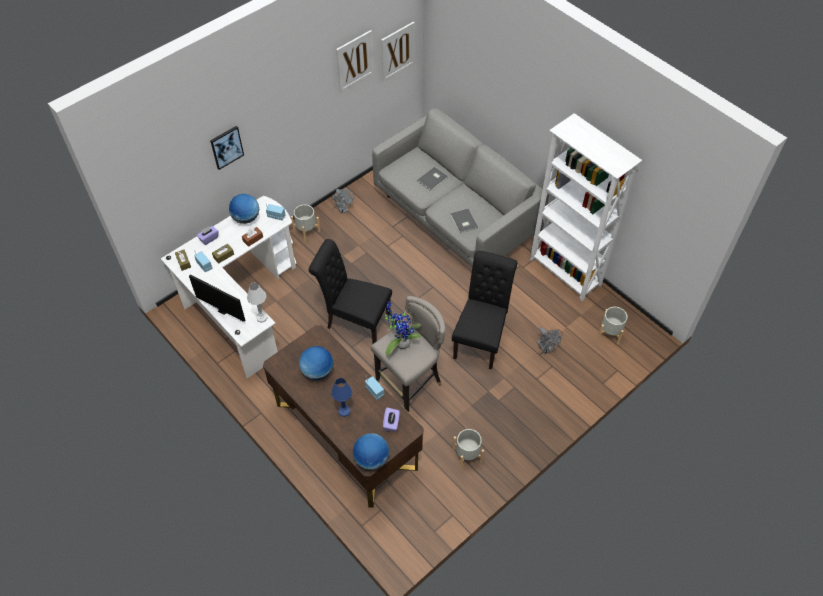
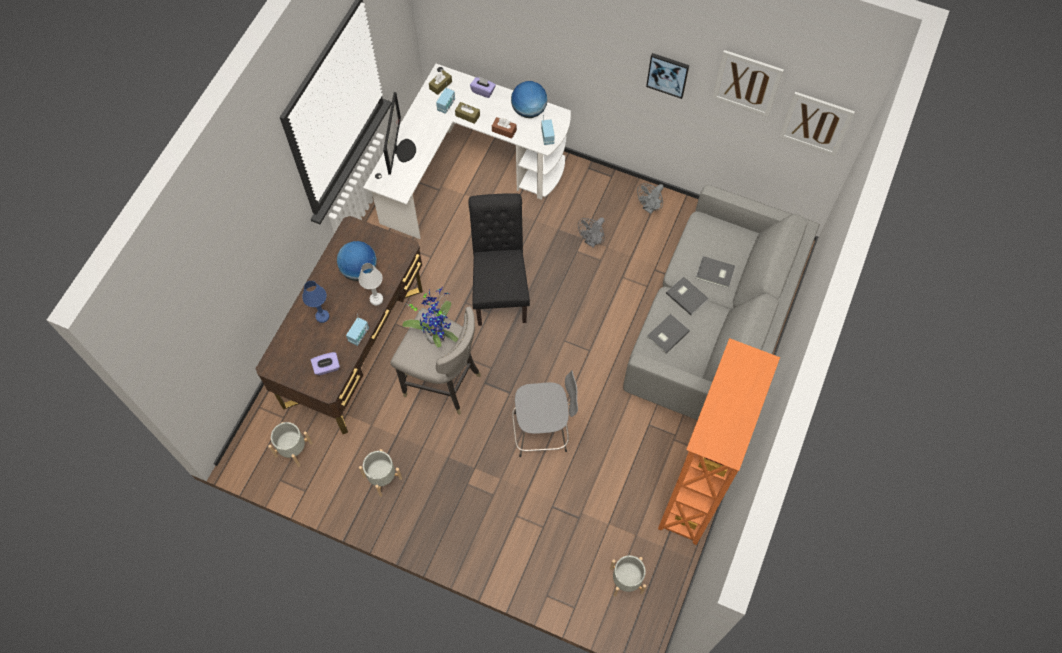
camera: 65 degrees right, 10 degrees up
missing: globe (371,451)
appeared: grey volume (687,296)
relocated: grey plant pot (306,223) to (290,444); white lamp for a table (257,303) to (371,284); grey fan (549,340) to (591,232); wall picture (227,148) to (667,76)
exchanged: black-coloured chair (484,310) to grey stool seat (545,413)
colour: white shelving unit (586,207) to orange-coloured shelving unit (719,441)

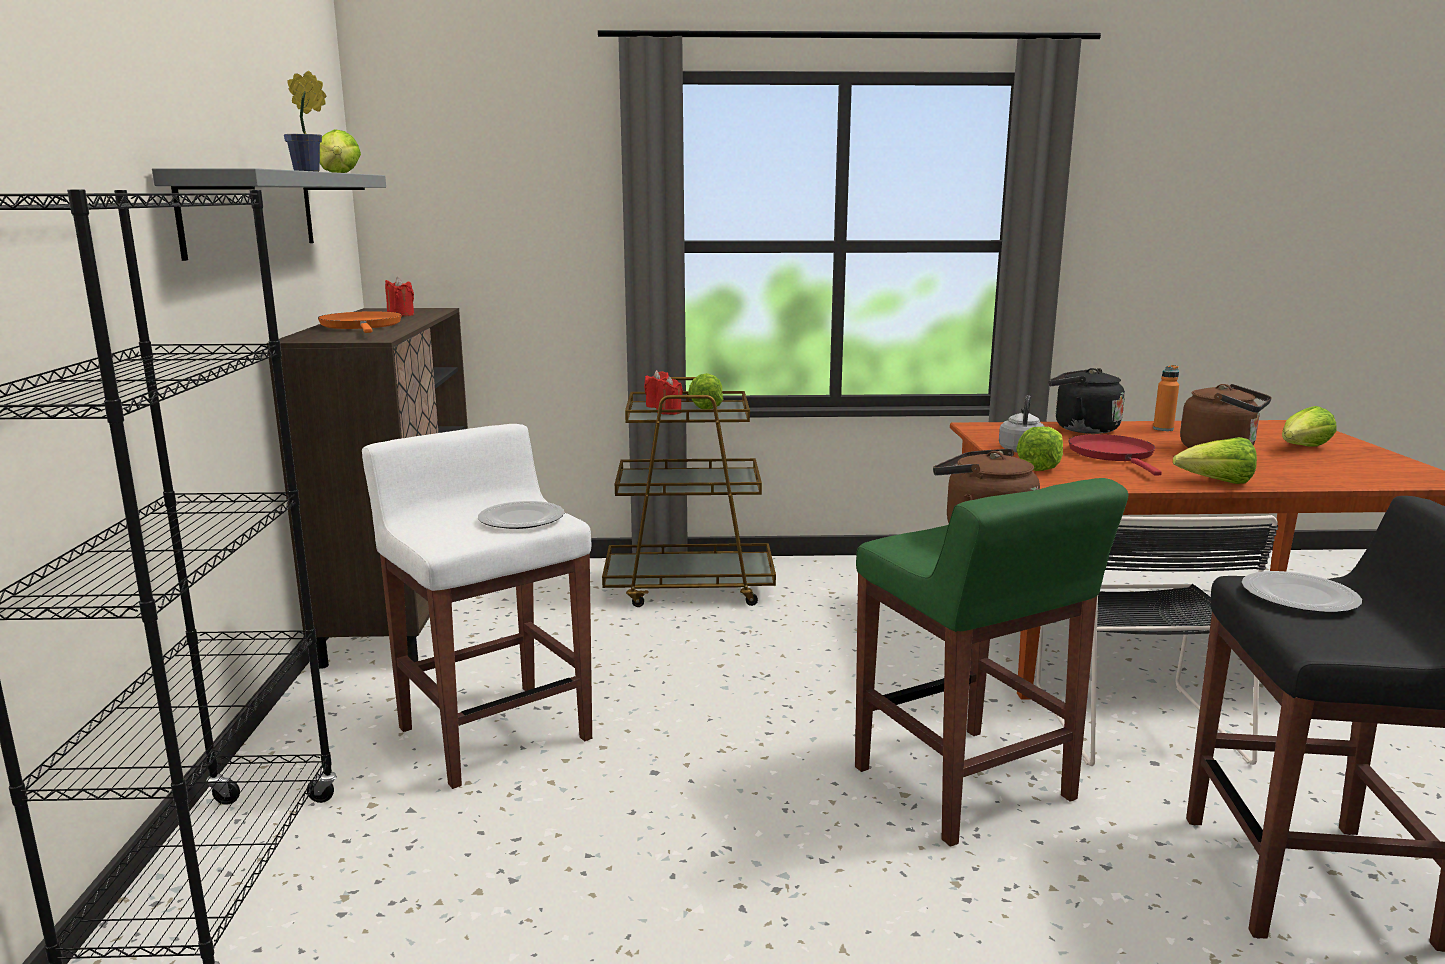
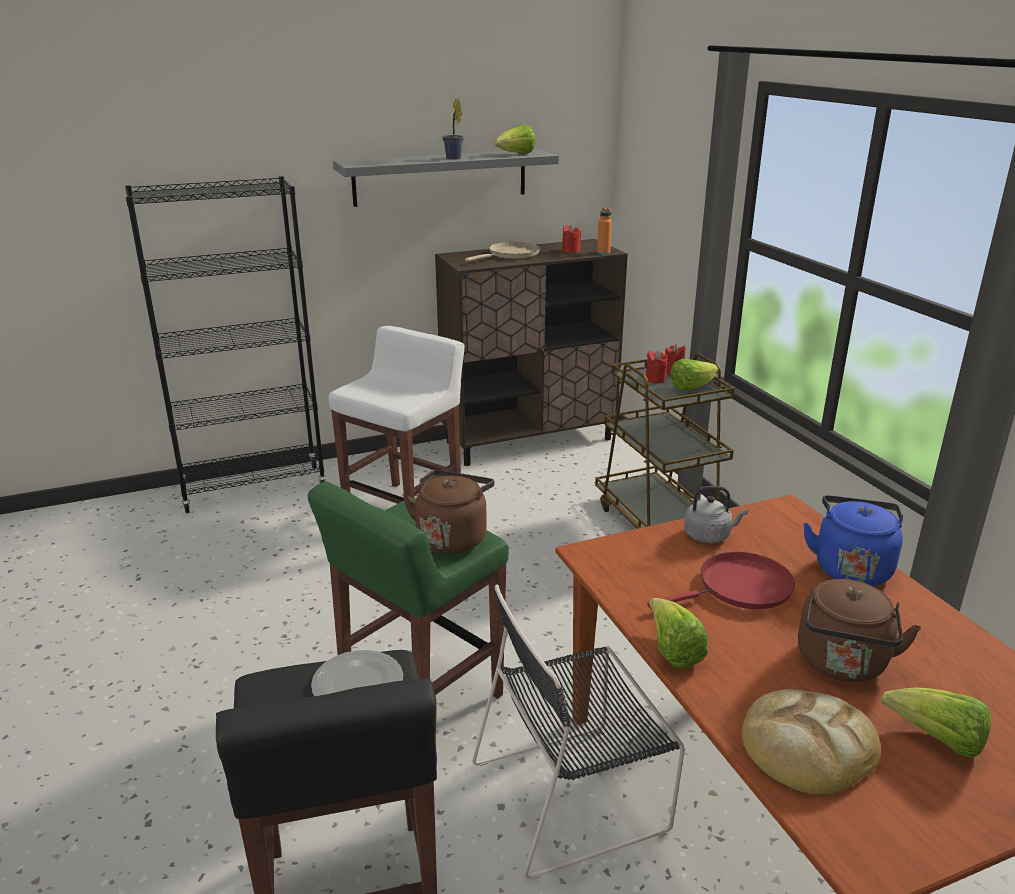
camera: 70 degrees right, 10 degrees up
missing: plate (521,515); head of lettuce (1039,449)
appeared: bakery bread (811,741)
relocated: orange-coloured bottle (1166,398) to (604,230)
colour: orange-coloured pan (360,322) to sand-coloured pan (502,252); black-coloured tea kettle (1087,401) to blue-coloured tea kettle (853,540)

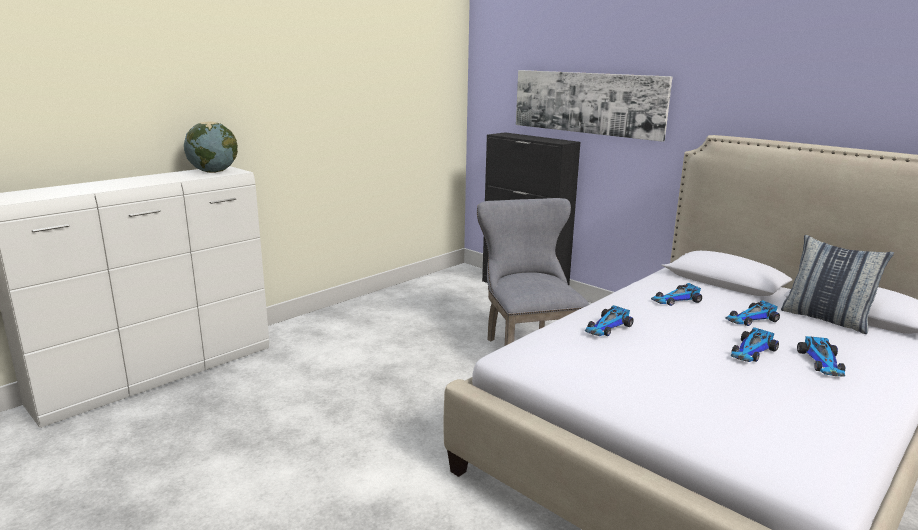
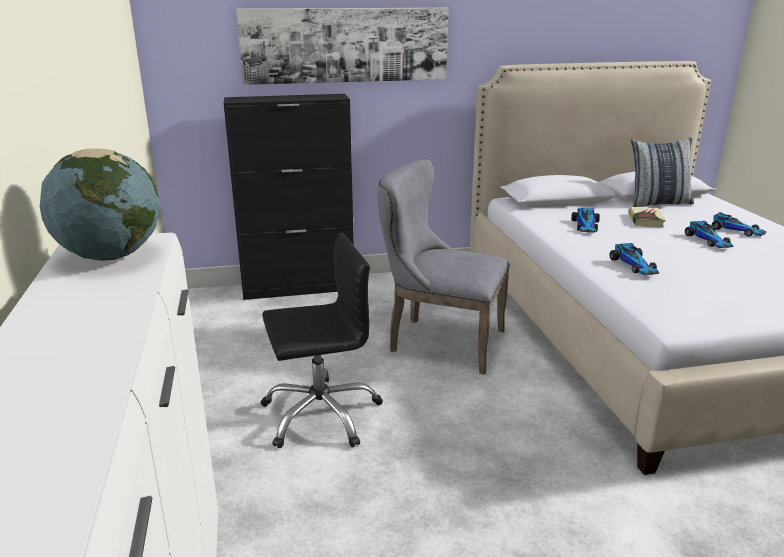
camera: 55 degrees left, 5 degrees up
appeared: black-coloured desk chair (322,340)
exchanged: toy car (752,313) to volume (647,217)

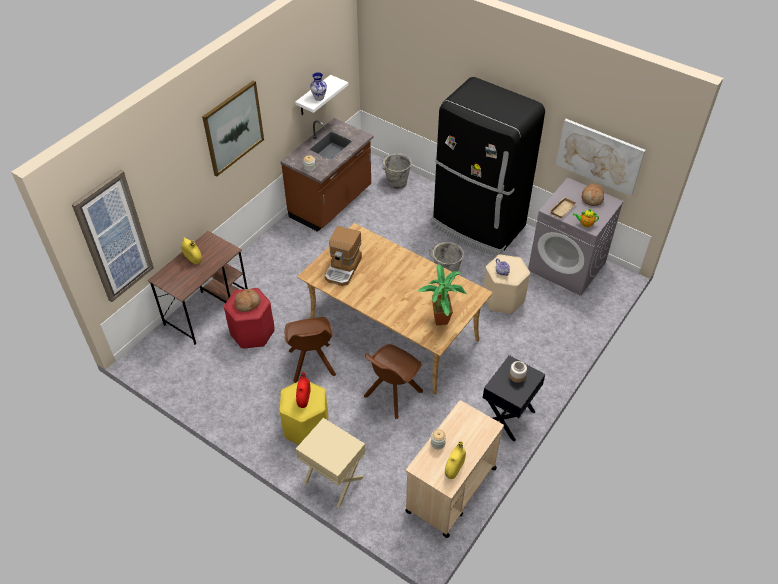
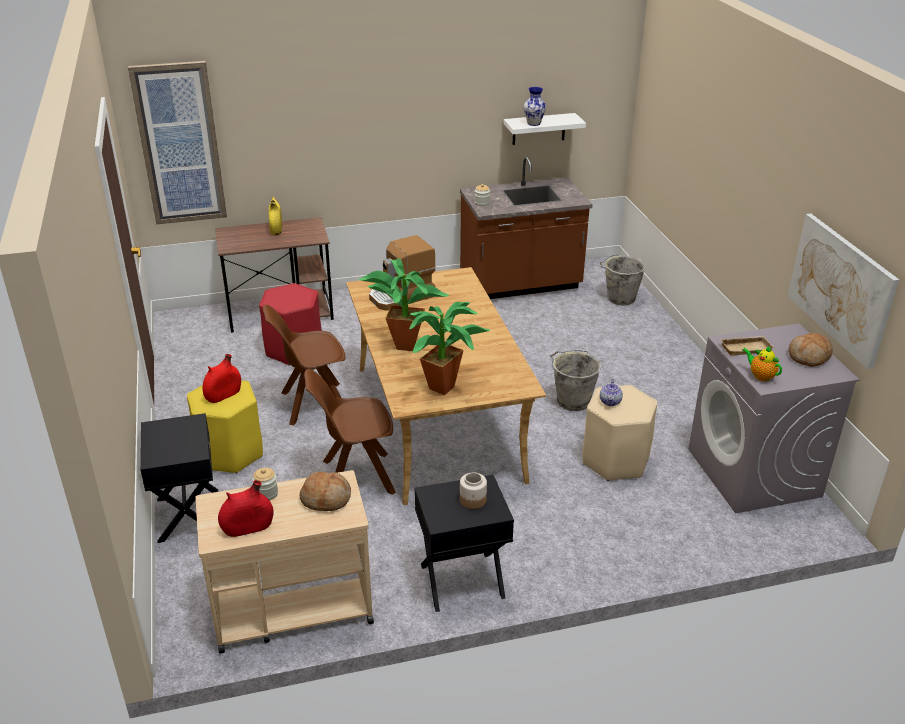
camera: 40 degrees right, 15 degrees down
missing: wall picture (233,128); black-coloured fridge (487,166)
appeared: houseplant (404,304)
relocated: bakery bread (247,300) to (325,491)
colour: sand-coloured night table (330,463) to black-coloured night table (179,478); yellow-coloured decorative vase (455,460) to red decorative vase (246,508)
spun: brown chair (310,350) = (304,365) 45 degrees clockwise

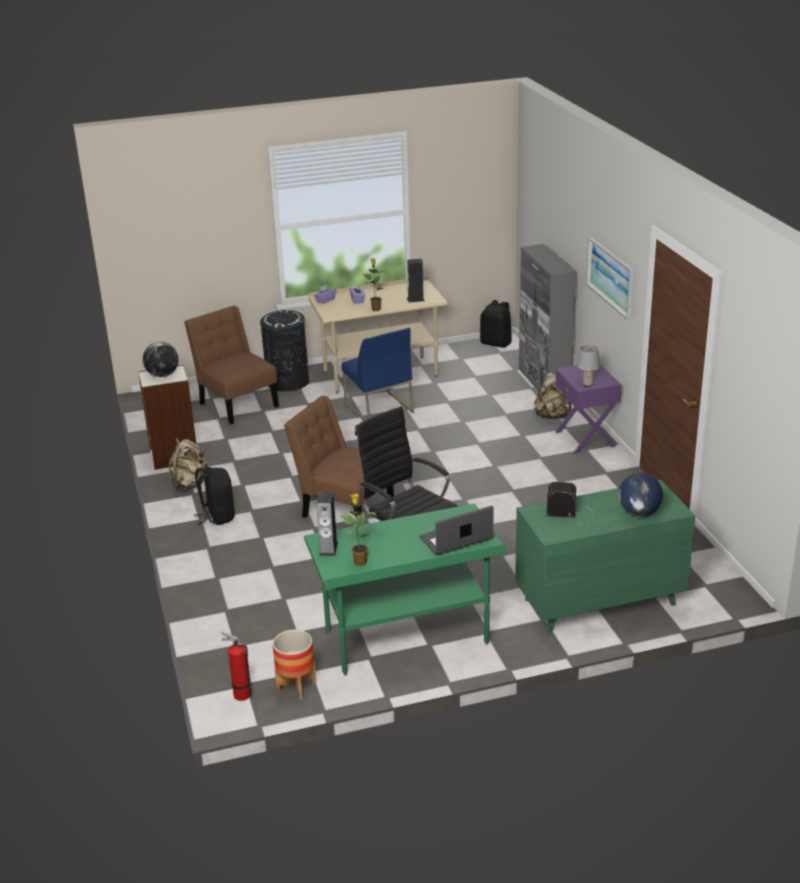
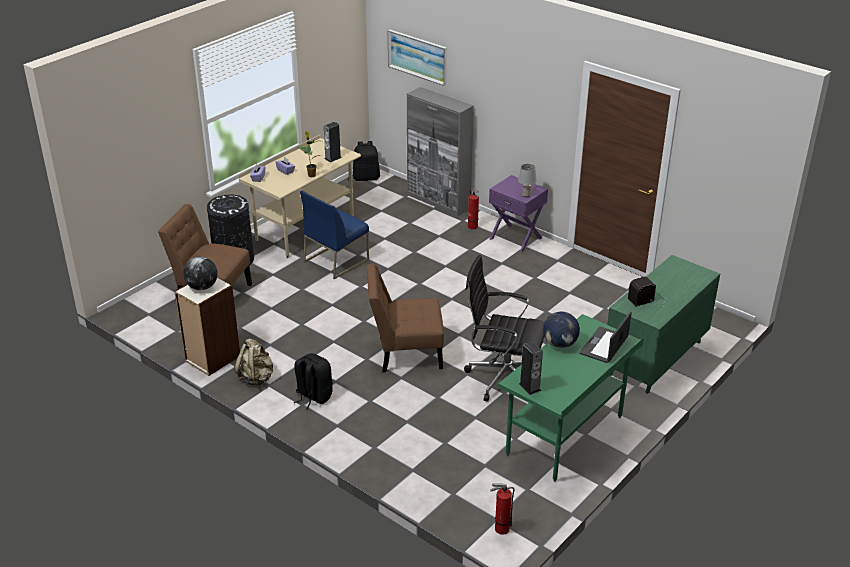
camera: 35 degrees left, 5 degrees up
missing: plant pot (295,665); houseplant (358,530)
relocated: wall picture (610,278) to (417,58); globe (640,495) to (561,329)
exchanged: sand-coloured knapsack (553,396) to fire-fighting cylinder (473,209)
spun: blue-coloured chair (378,374) = (334,235) 105 degrees clockwise

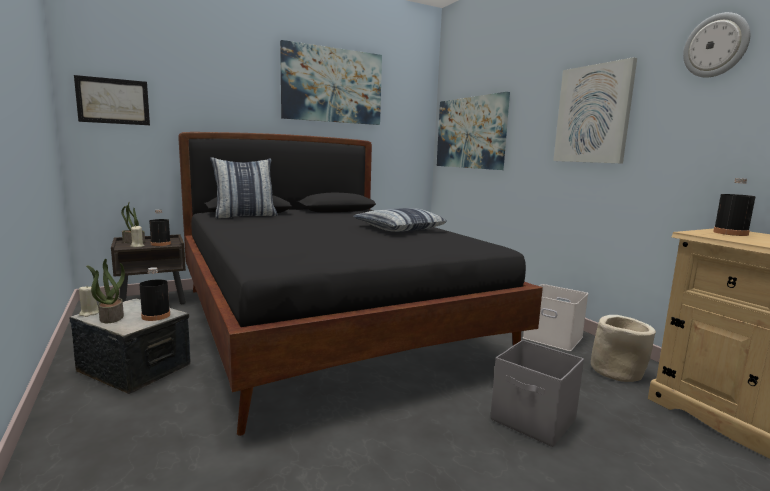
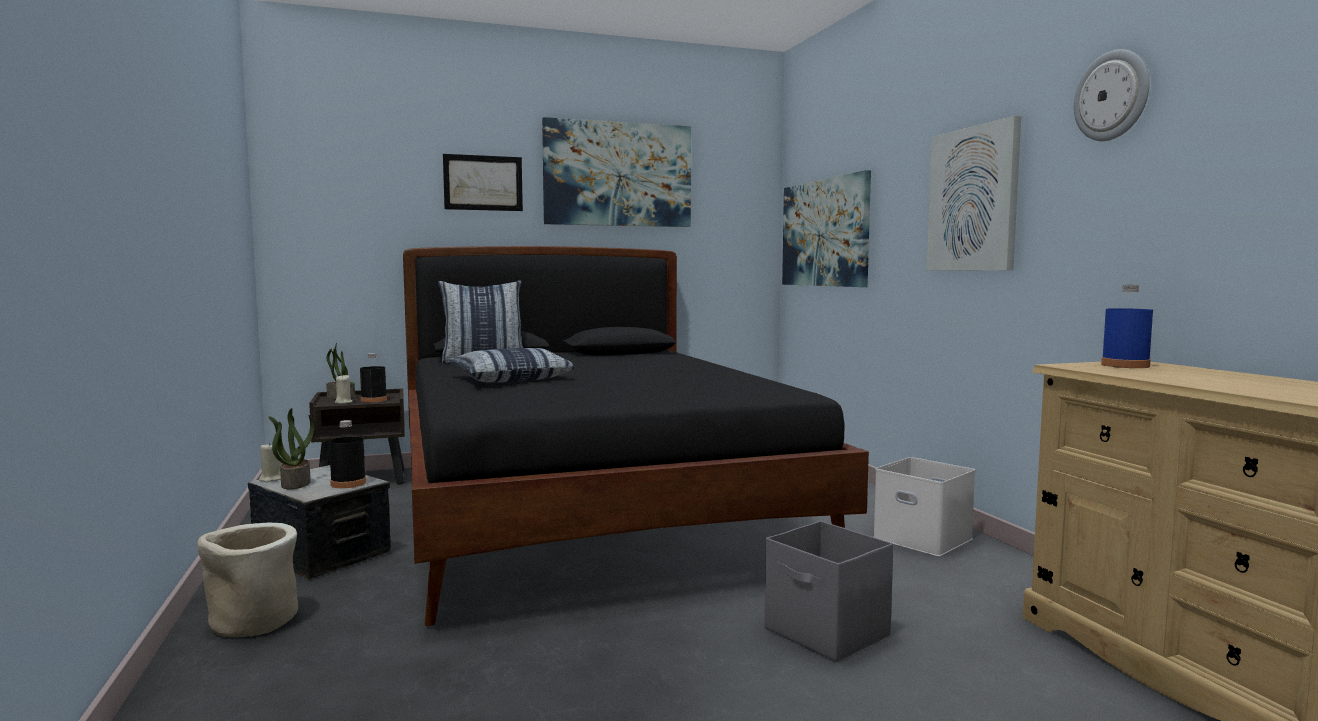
camera: 10 degrees right, 5 degrees down
relocated: sand-coloured plant pot (623,348) to (247,580); wall picture (112,100) to (483,182); throw pillow (400,220) to (511,365)
colour: black-coloured bottle (734,207) to blue-coloured bottle (1127,326)

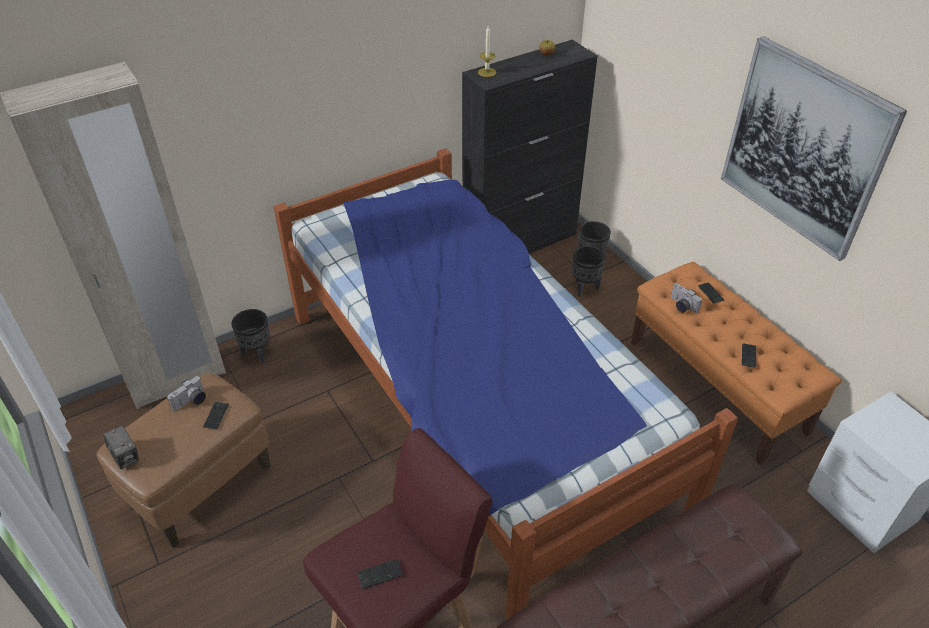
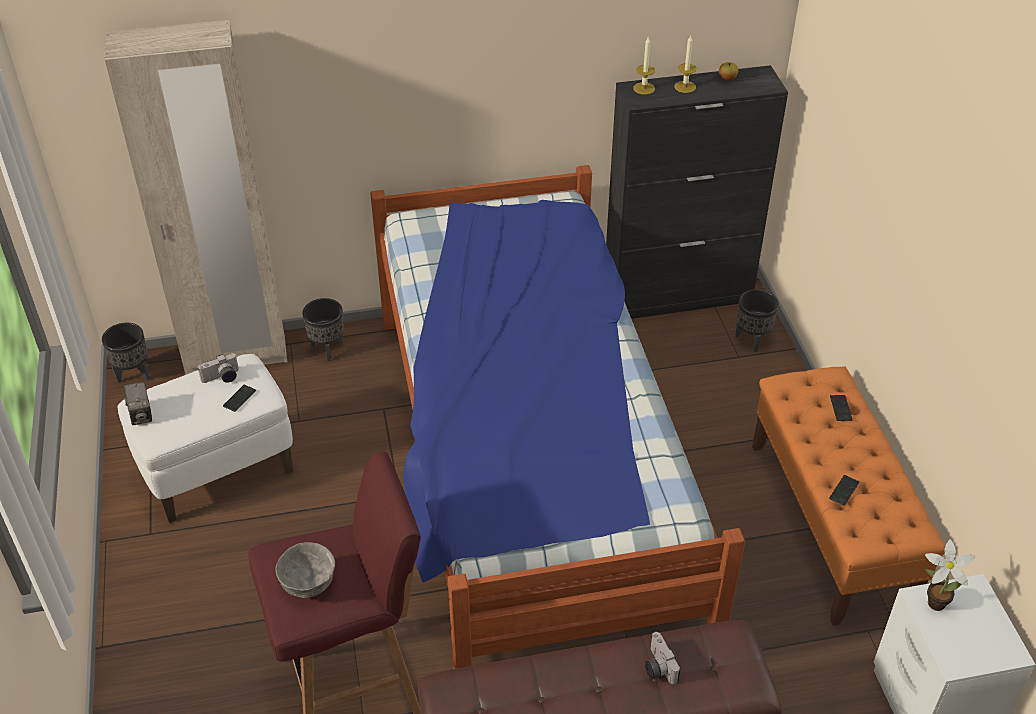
camera: 20 degrees right, 0 degrees up
missing: wall picture (814,148)
appeared: wax candle (685,64); houseplant (950,575)
relocated: black-coloured plant pot (589,271) to (125,352); still camera (686,298) to (663,658)
exchanged: handset (380,574) to grey deep dish (305,570)
colour: brown footrest (184,460) to white footrest (205,438)

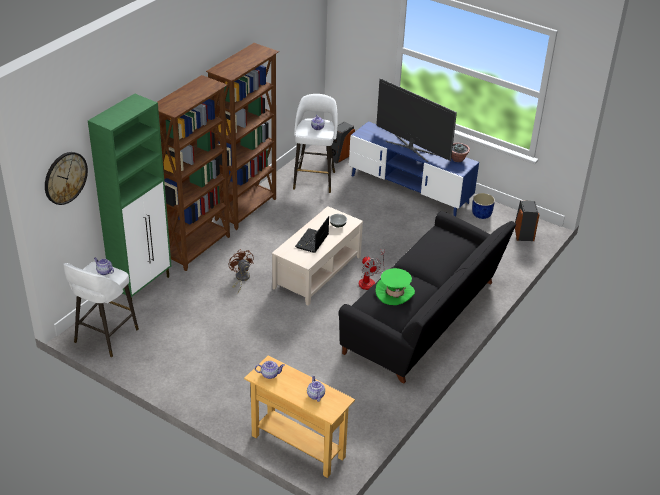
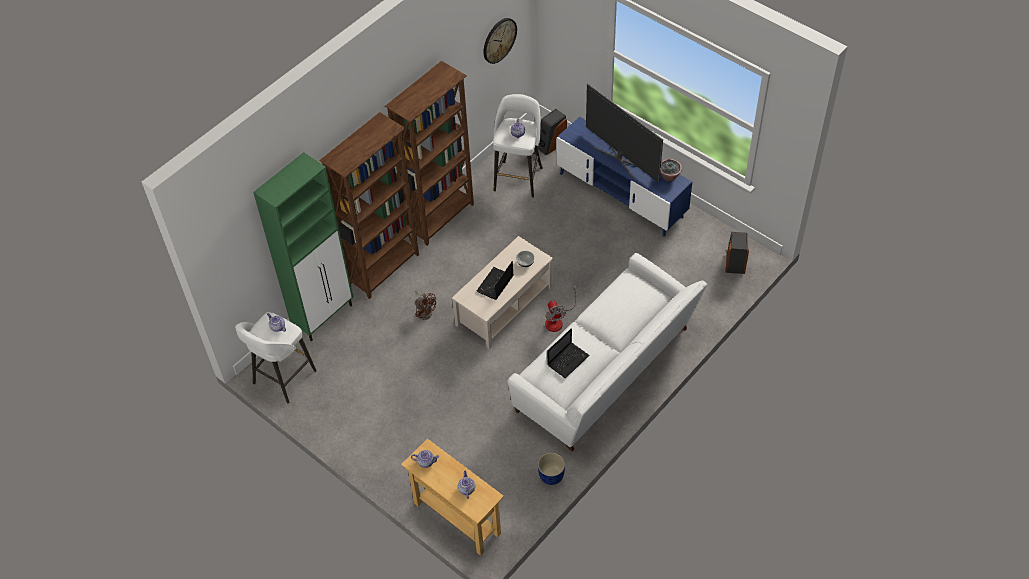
camera: 10 degrees right, 15 degrees up
relocated: clock on the wall (66,178) to (500,41); blue-coloured plant pot (483,206) to (551,468)
exchanged: greenish hat (395,286) to notebook computer (568,353)
colour: black-coloured settee (427,297) to white settee (607,352)
spun: brown fan (241,270) = (425,305) 150 degrees clockwise

